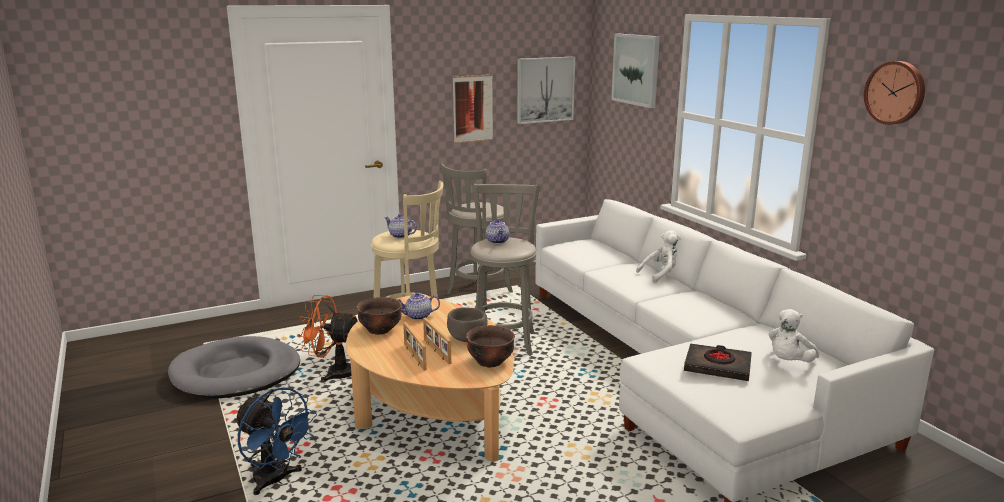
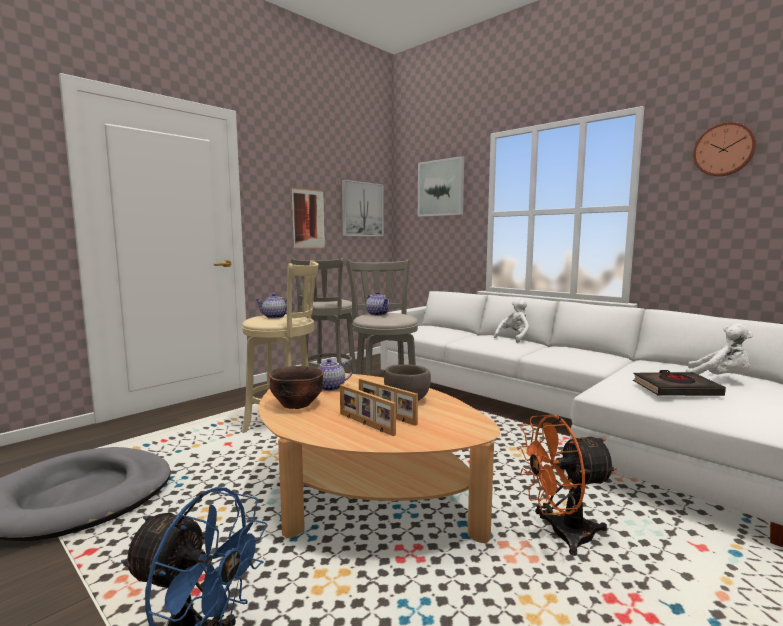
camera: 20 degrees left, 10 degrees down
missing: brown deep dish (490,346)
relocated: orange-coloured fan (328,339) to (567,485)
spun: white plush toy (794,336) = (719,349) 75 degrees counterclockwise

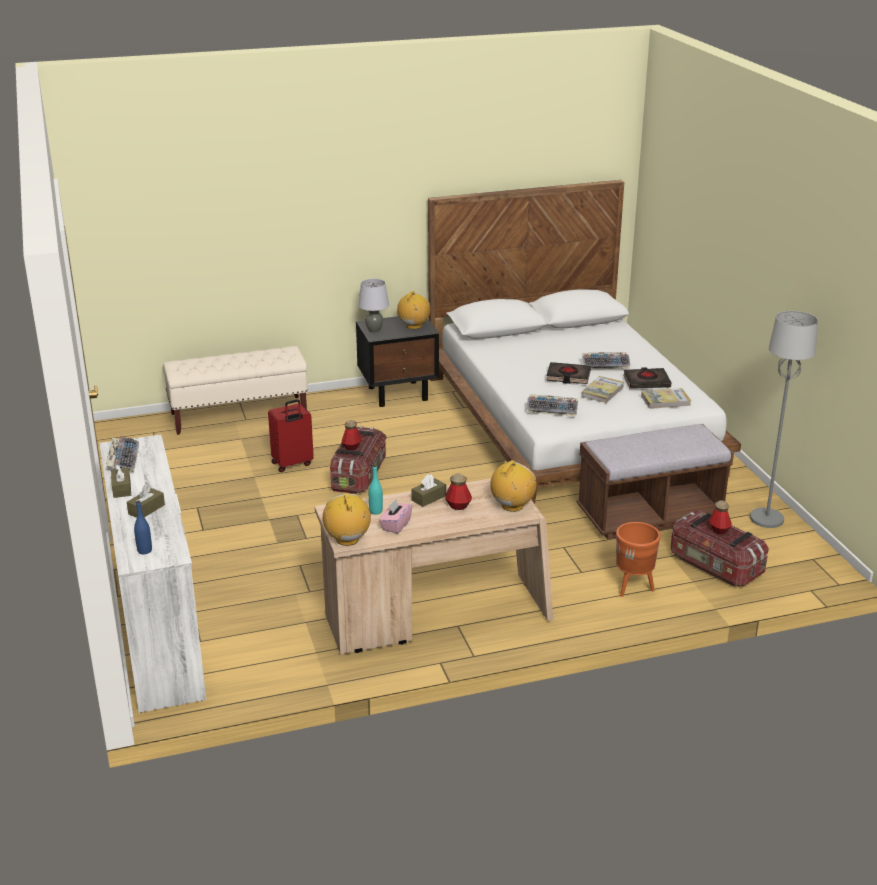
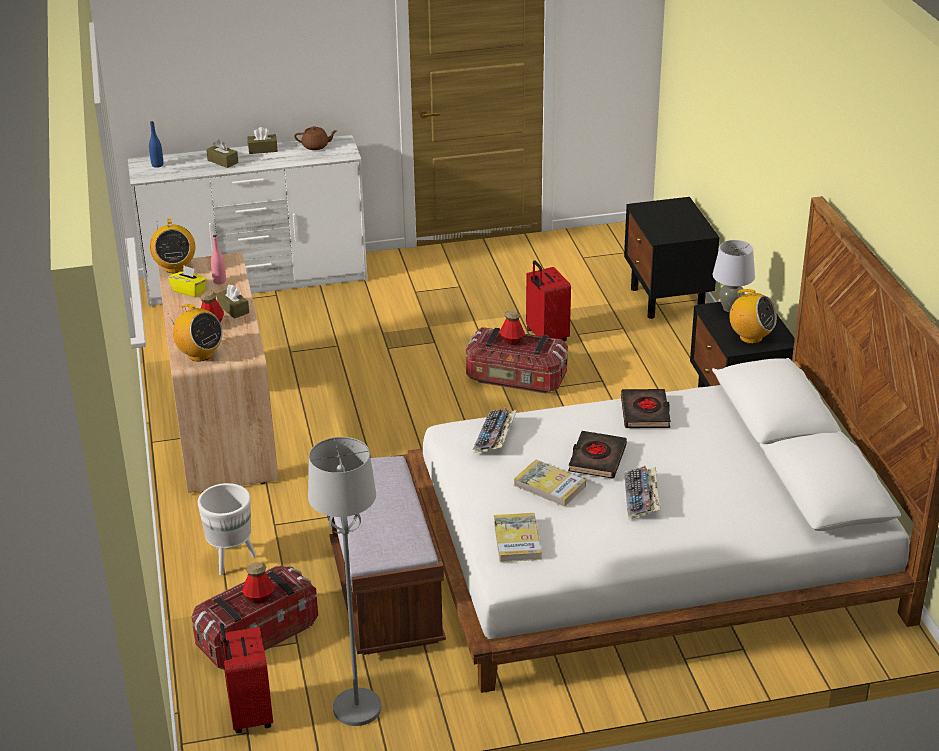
camera: 95 degrees right, 5 degrees up
appeared: red travel case (246,678)
relocated: black-coloured volume (647,378) to (646,408)
exchanged: keyboard (122,454) to brown tea pot (315,138); sand-coloured bench (235,390) to black-coloured night table (672,258)
colour: pink-coloured tissue holder (395,516) to yellow-coloured tissue holder (187,281); orange-coloured plant pot (638,559) to white plant pot (227,529); turquoise-coloured bottle (376,489) to pink-coloured bottle (218,259)
spun: radio receiver (347,519) = (172,245) 90 degrees clockwise

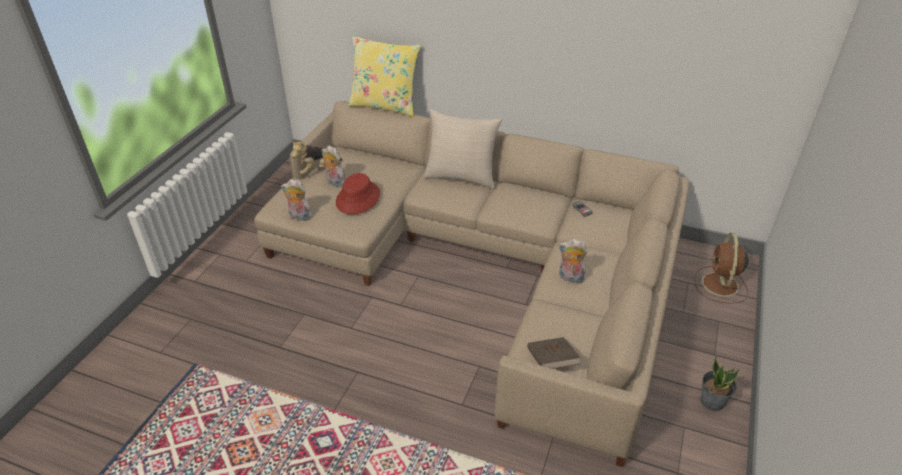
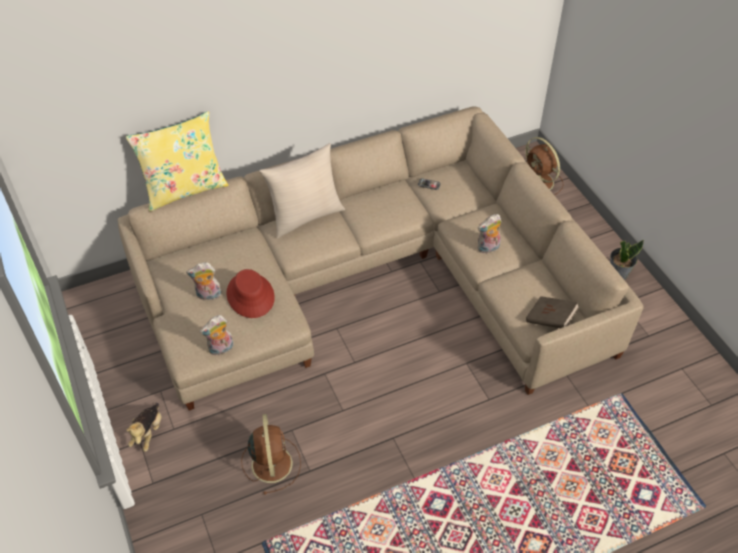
camera: 45 degrees left, 10 degrees up
appeared: brown fan (271,454)
relocated: plush toy (316,157) to (144,427)

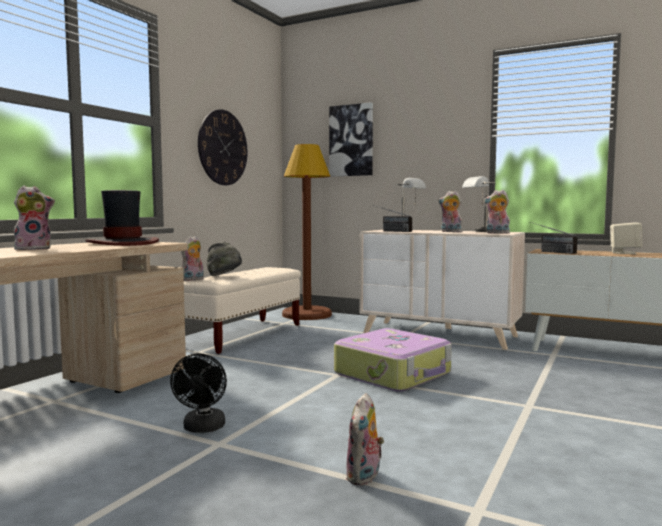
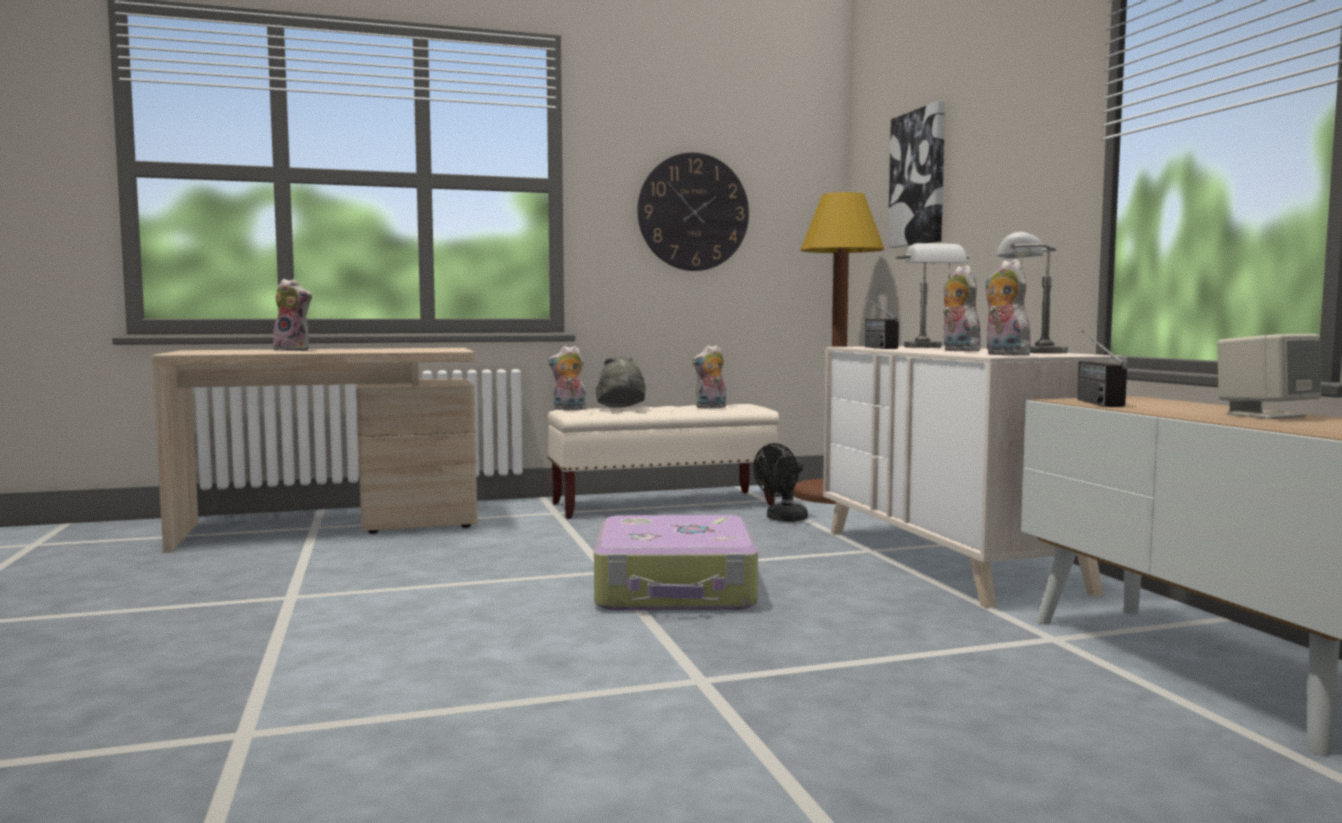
camera: 45 degrees right, 0 degrees up
missing: hat (122,218)
relocated: plush toy (365,439) to (709,376); black-coloured fan (198,393) to (780,482)

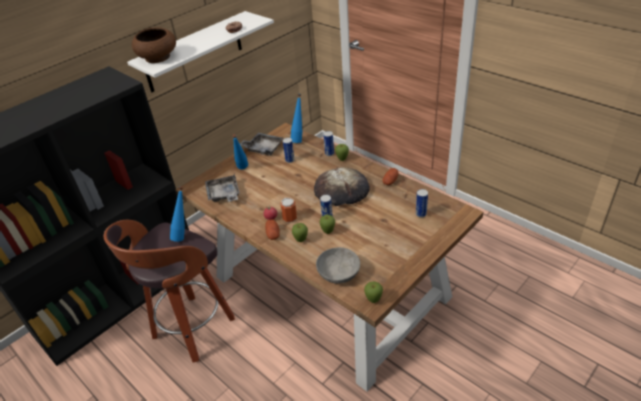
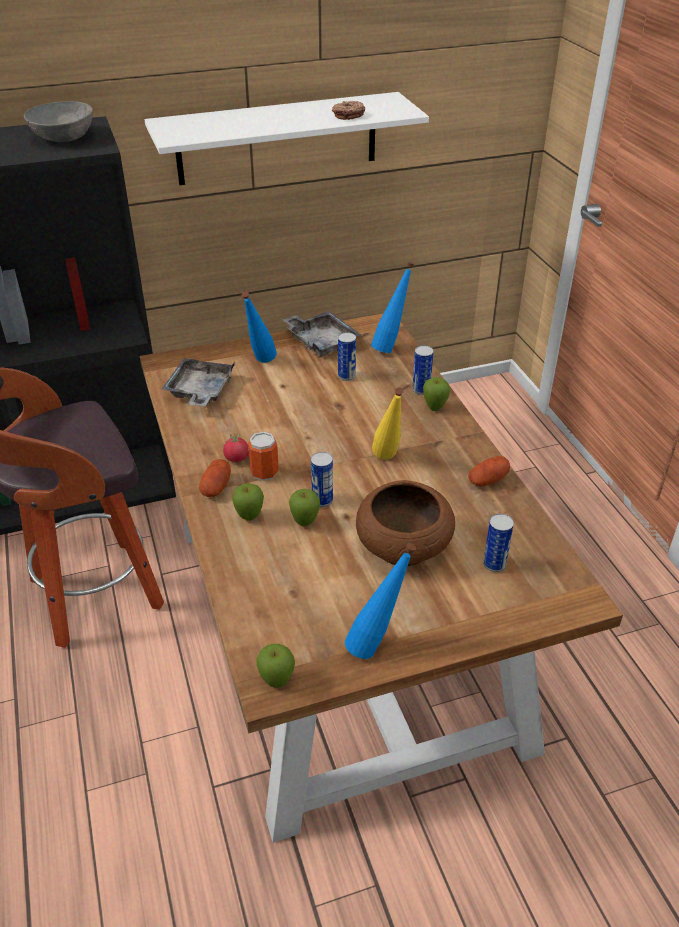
camera: 25 degrees right, 0 degrees up
relocated: grey deep dish (338,265) to (58,121); blue-coloured bottle (177,214) to (380,601); brown deep dish (154,45) to (405,523)
exchanged: bakery bread (342,186) to yellow-coloured bottle (388,423)

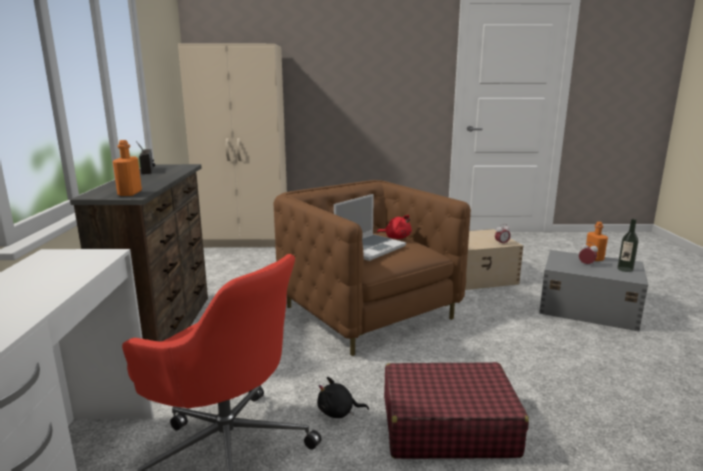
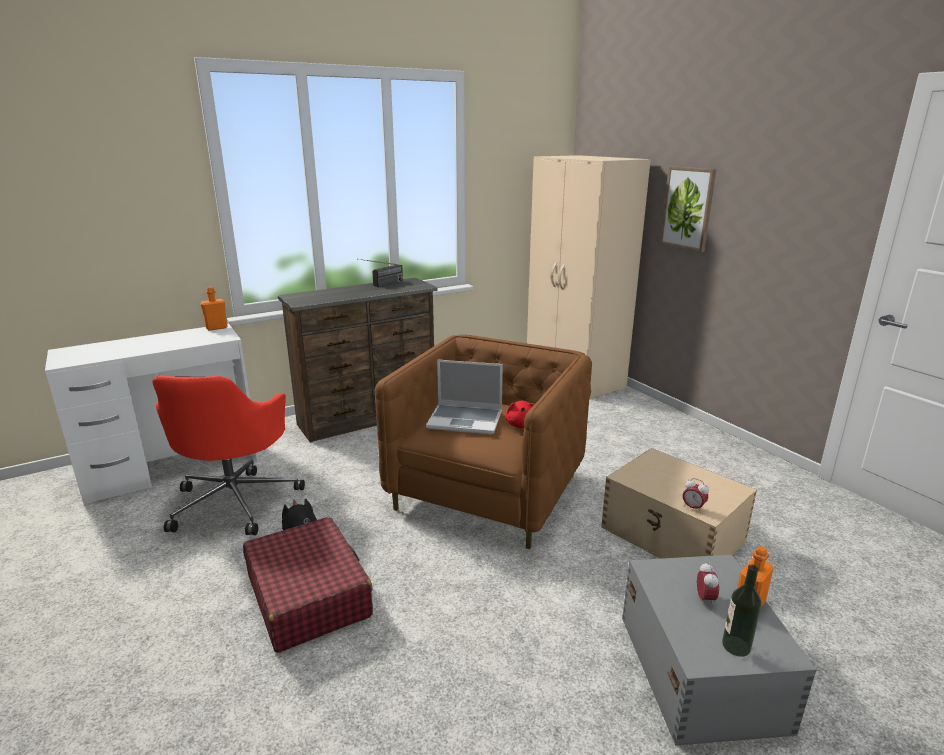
camera: 60 degrees right, 5 degrees up
appeared: wall picture (688,209)
relocated: orange-coloured bottle (127,168) to (214,309)

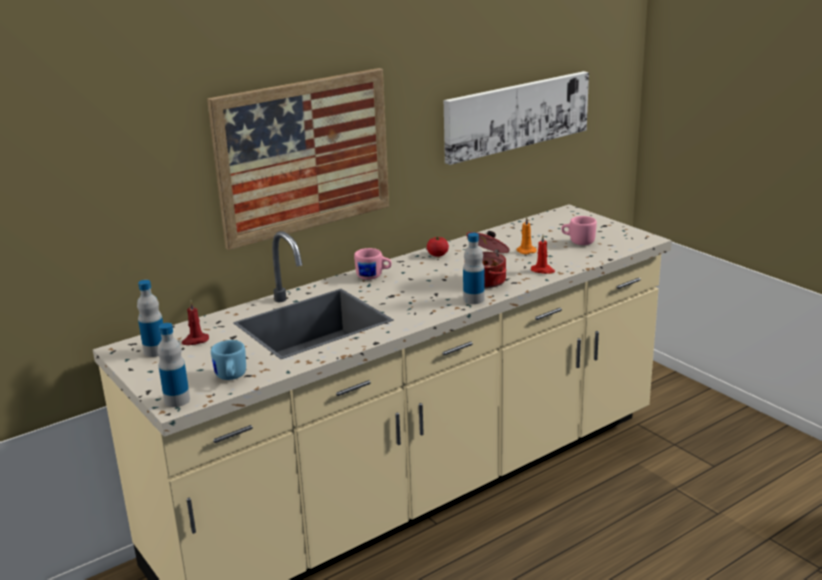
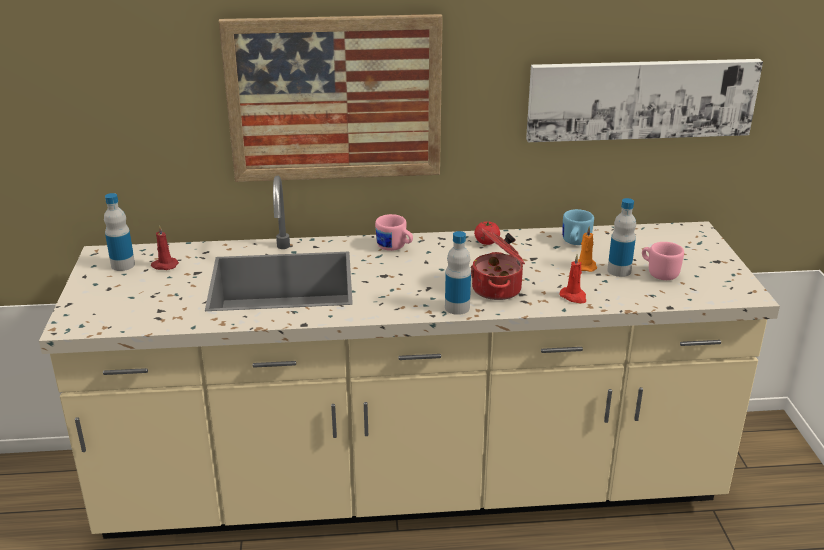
camera: 30 degrees right, 5 degrees up
relocated: blue-coloured coffee mug (228,360) to (578,227); bottle (173,365) to (621,237)

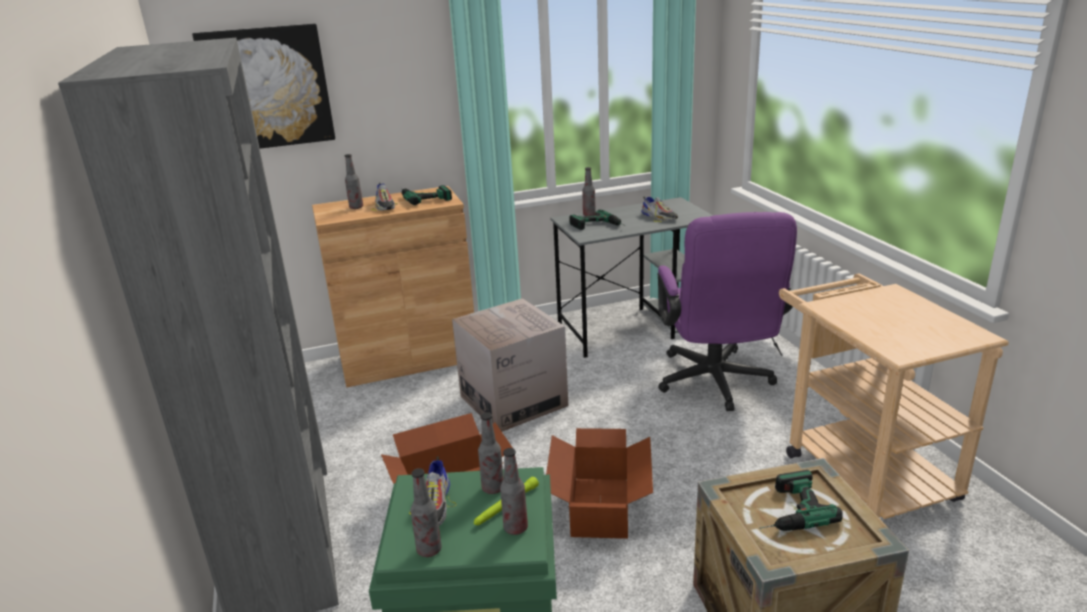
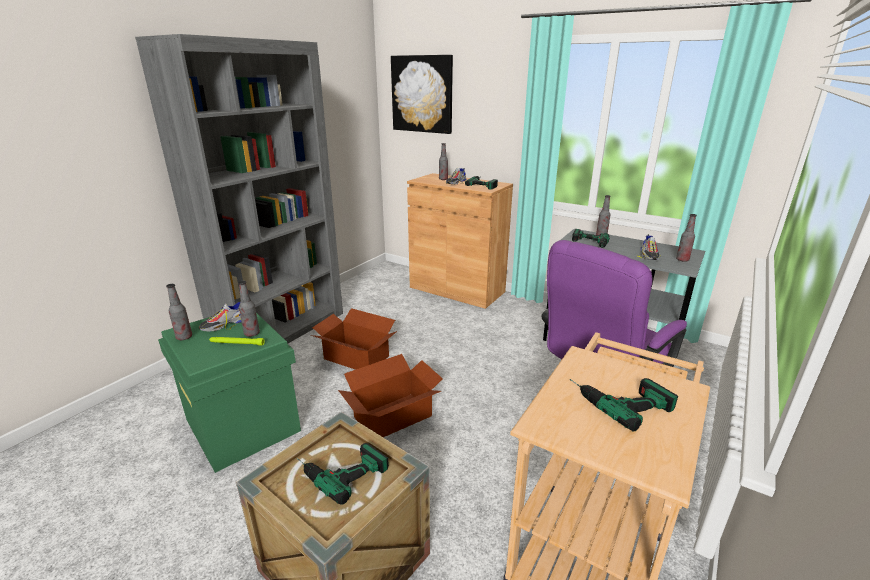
camera: 50 degrees right, 0 degrees up
missing: carton (510,365)
appeared: electric drill (624,404)
relocated: bottle (514,491) to (686,238)

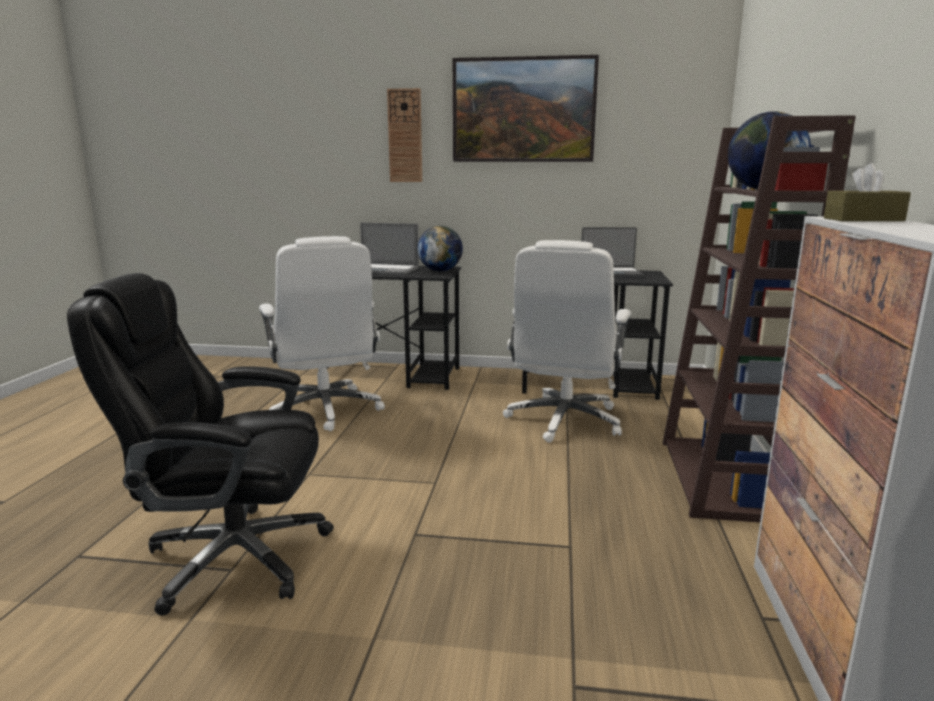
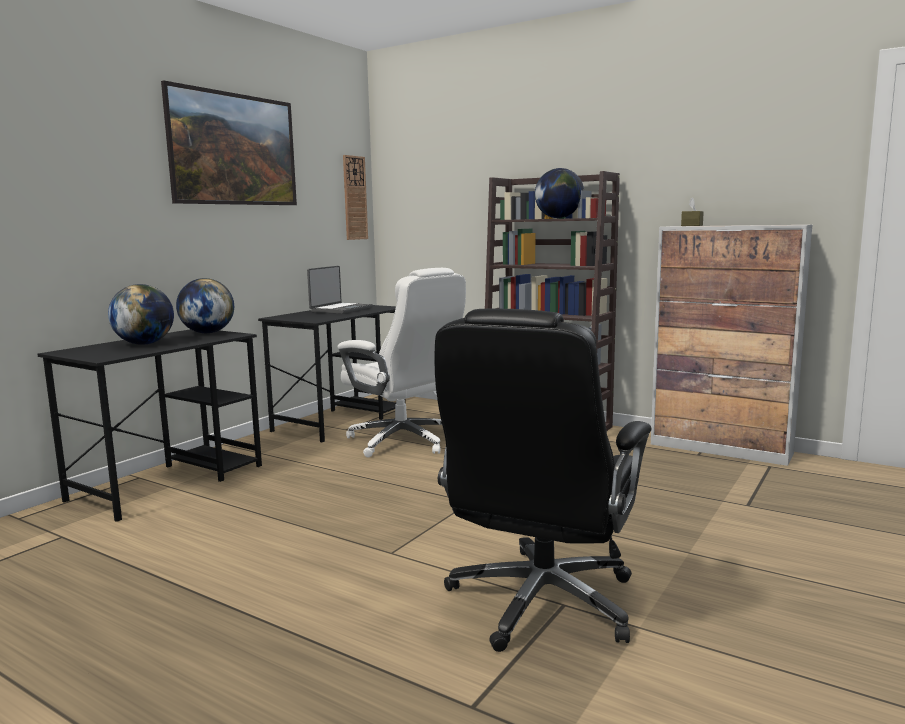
camera: 65 degrees left, 5 degrees down
missing: white desk chair (322,333)
relocated: clock on the wall (404,135) to (355,197)
exchanged: notebook computer (389,249) to globe (141,314)

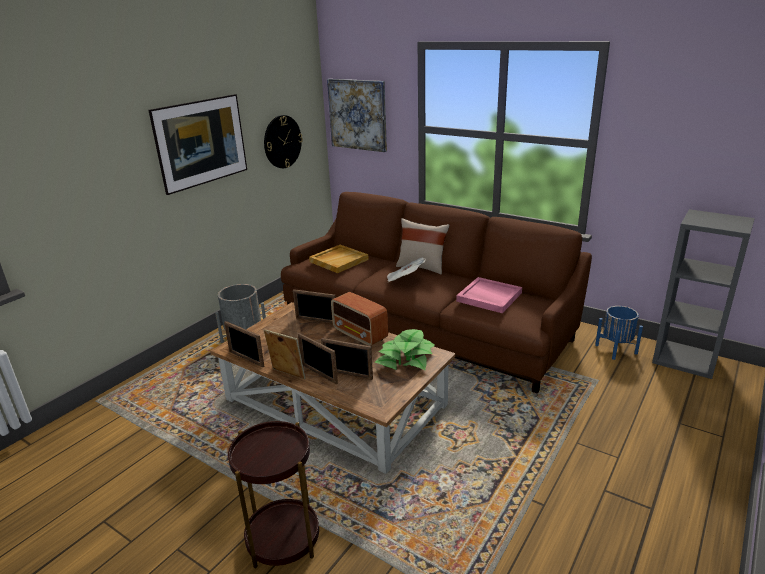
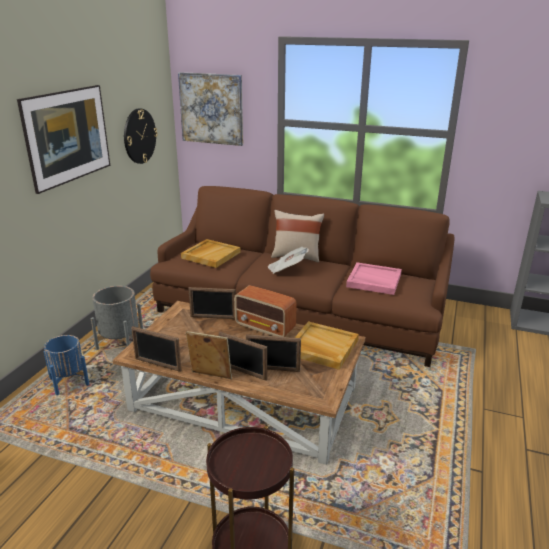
camera: 15 degrees left, 0 degrees up
relocated: blue-coloured plant pot (619,333) to (66,365)
exchanged: houseplant (405,349) to sand-coloured serving tray (327,345)

